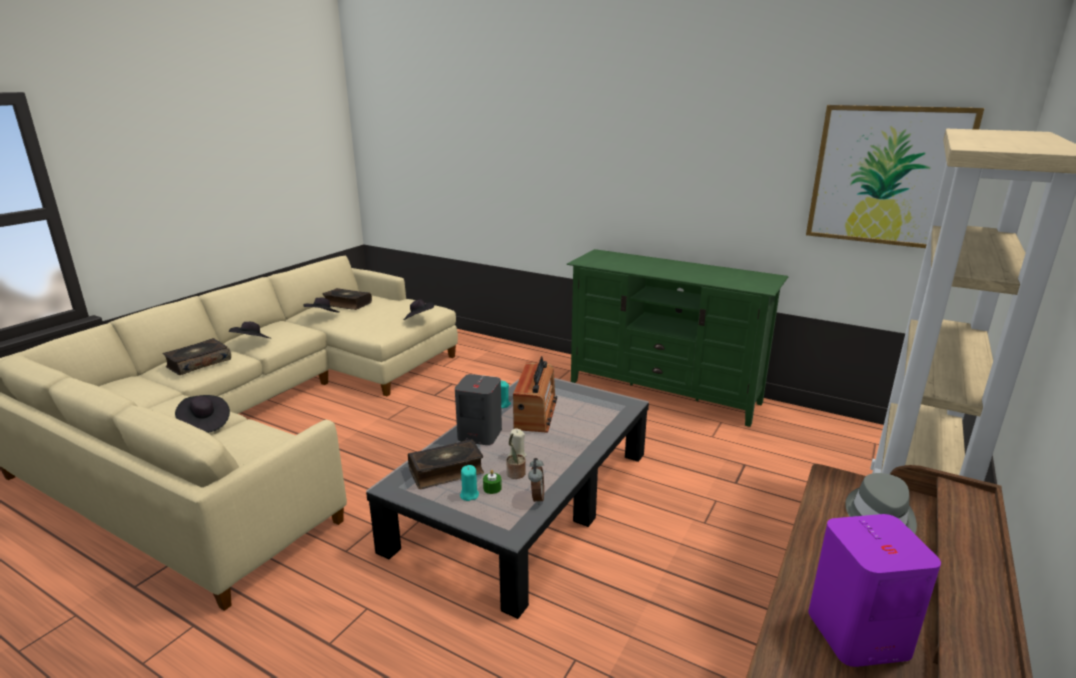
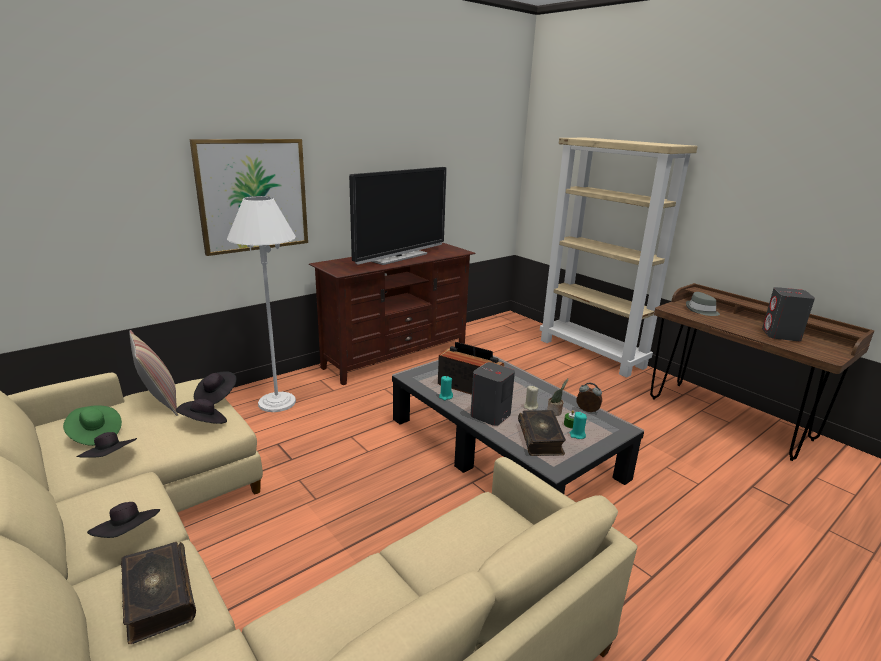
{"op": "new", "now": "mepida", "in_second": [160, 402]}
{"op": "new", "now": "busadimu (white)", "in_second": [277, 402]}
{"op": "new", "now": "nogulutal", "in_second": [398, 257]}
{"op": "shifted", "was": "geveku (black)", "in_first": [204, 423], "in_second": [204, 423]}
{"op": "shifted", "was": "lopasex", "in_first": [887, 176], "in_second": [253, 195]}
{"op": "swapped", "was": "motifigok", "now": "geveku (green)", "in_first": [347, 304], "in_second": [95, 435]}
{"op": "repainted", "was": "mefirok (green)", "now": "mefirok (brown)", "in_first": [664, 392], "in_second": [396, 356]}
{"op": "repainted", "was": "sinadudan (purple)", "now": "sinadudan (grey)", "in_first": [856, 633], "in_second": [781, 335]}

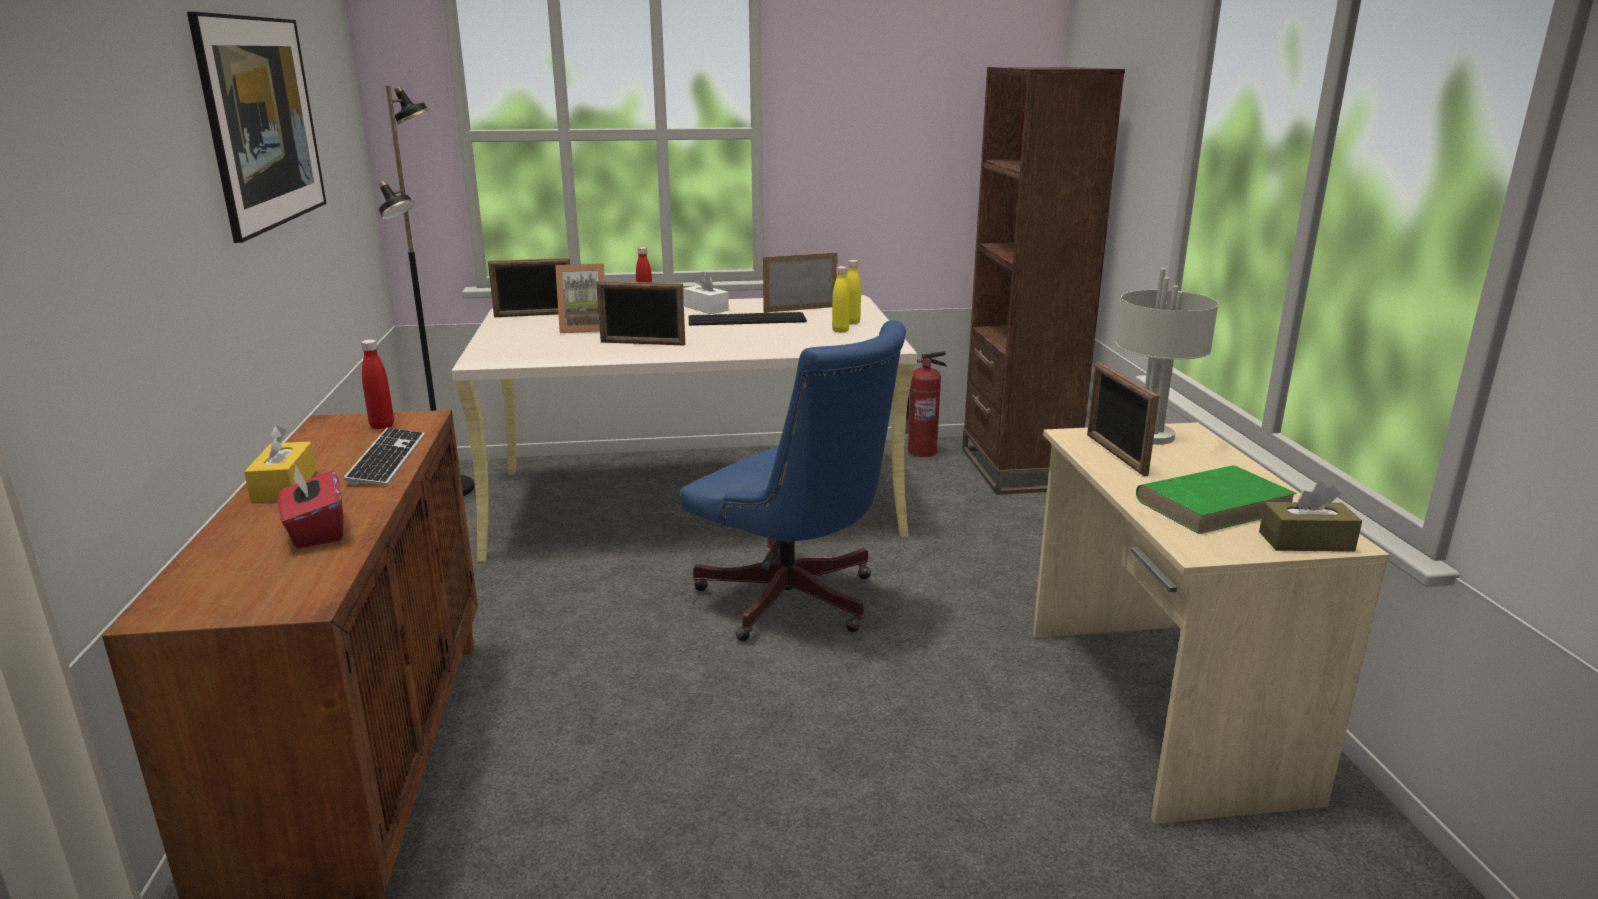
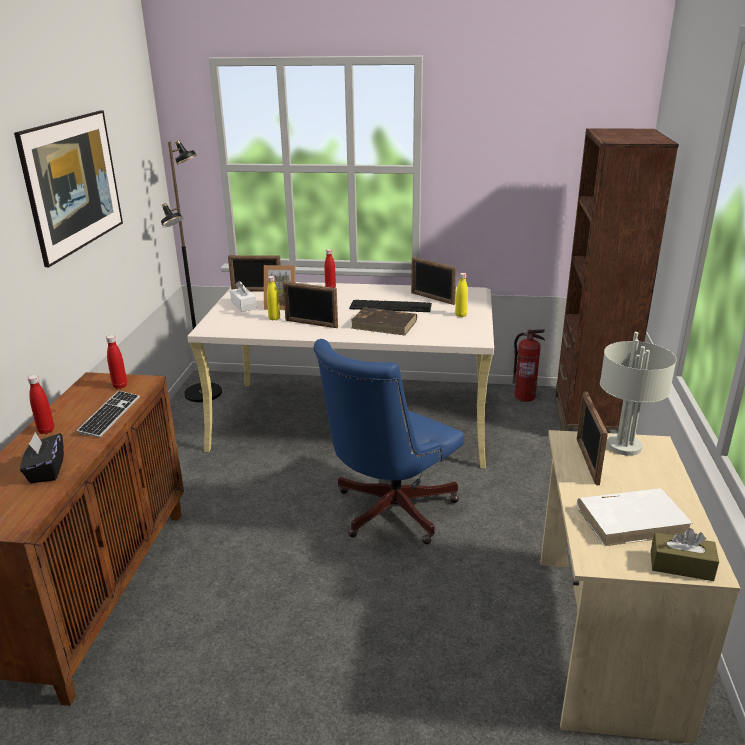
{"op": "new", "now": "motifigok (brown)", "in_second": [385, 324]}
{"op": "shifted", "was": "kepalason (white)", "in_first": [706, 308], "in_second": [243, 305]}
{"op": "shifted", "was": "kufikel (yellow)", "in_first": [840, 331], "in_second": [274, 318]}
{"op": "swapped", "was": "kepalason (yellow)", "now": "kufikel (red)", "in_first": [284, 486], "in_second": [46, 430]}
{"op": "repainted", "was": "kepalason (red)", "now": "kepalason (black)", "in_first": [316, 532], "in_second": [46, 471]}
{"op": "repainted", "was": "motifigok (green)", "now": "motifigok (white)", "in_first": [1214, 505], "in_second": [632, 520]}
{"op": "rotated", "was": "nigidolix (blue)", "in_first": [796, 603], "in_second": [388, 512], "clockwise": 75}
{"op": "rotated", "was": "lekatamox", "in_first": [800, 309], "in_second": [432, 298], "clockwise": -135}

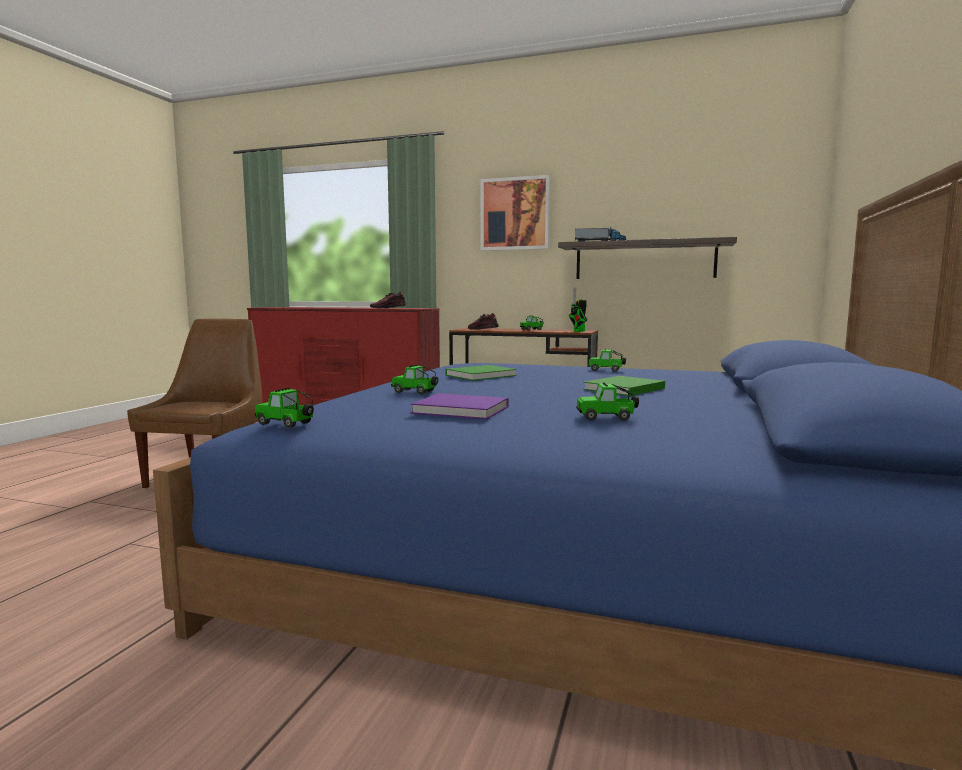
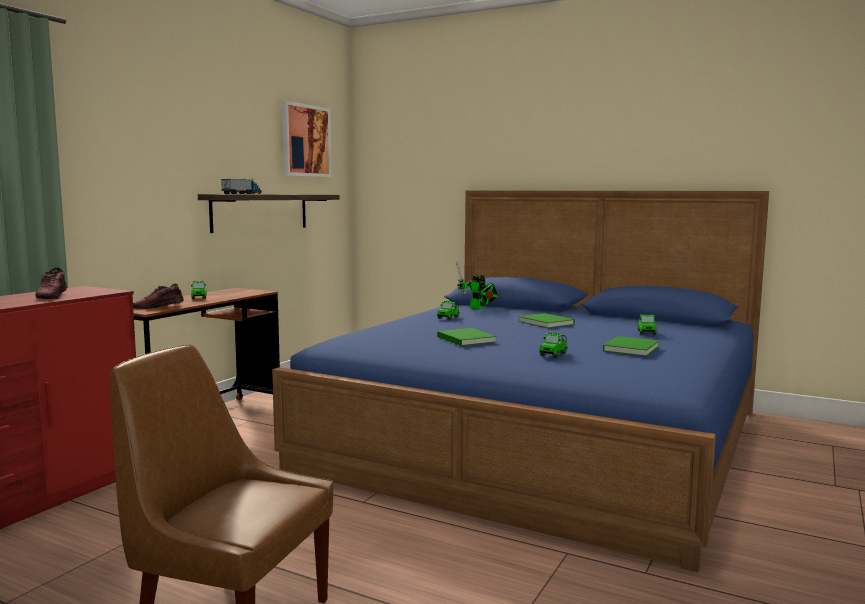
{"op": "gone", "was": "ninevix", "in_first": [287, 424]}
{"op": "shifted", "was": "lopasex", "in_first": [515, 214], "in_second": [305, 141]}
{"op": "shifted", "was": "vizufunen", "in_first": [578, 331], "in_second": [478, 308]}
{"op": "repainted", "was": "motifigok (purple)", "now": "motifigok (green)", "in_first": [463, 410], "in_second": [631, 348]}

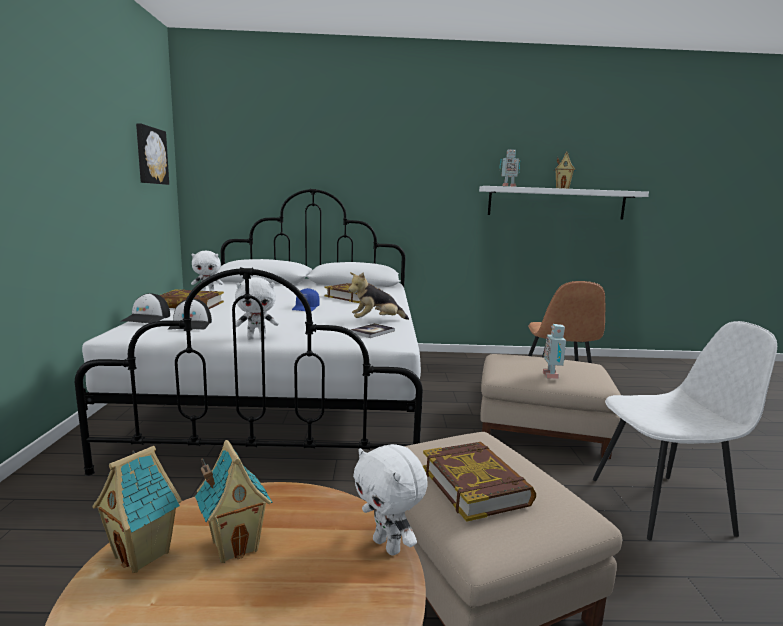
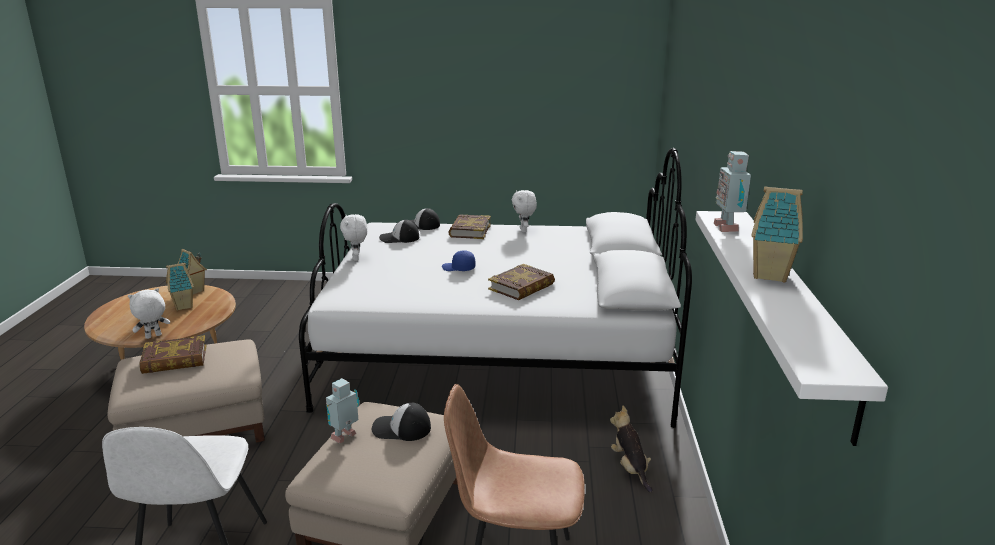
{"op": "gone", "was": "lopasex", "in_first": [150, 155]}
{"op": "gone", "was": "motifigok", "in_first": [372, 332]}
{"op": "new", "now": "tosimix", "in_second": [401, 428]}
{"op": "shifted", "was": "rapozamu", "in_first": [376, 321], "in_second": [630, 468]}
{"op": "rotated", "was": "vizufunen", "in_first": [552, 375], "in_second": [345, 437], "clockwise": -60}

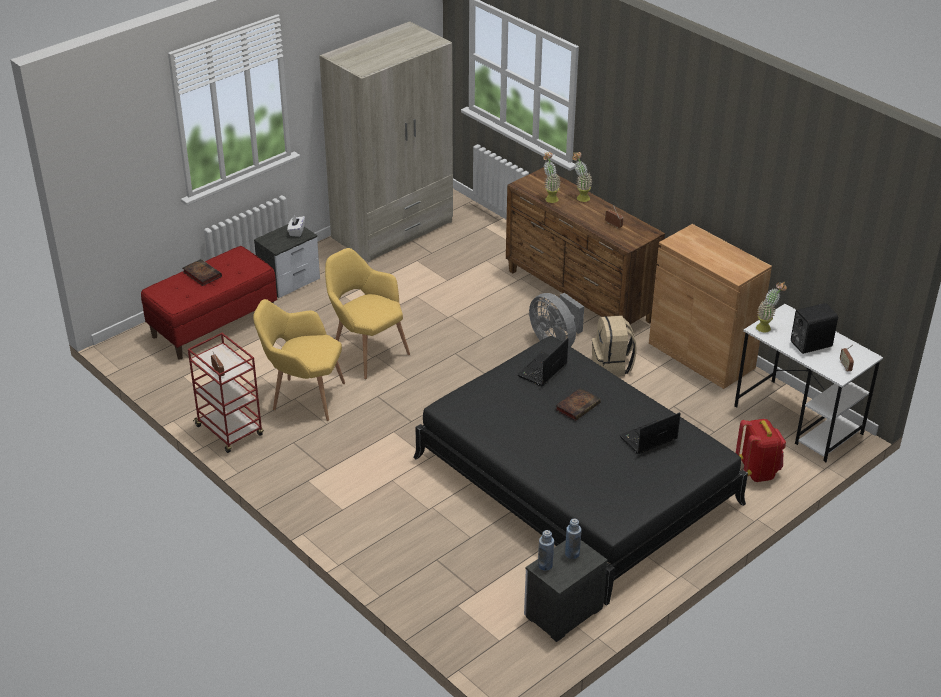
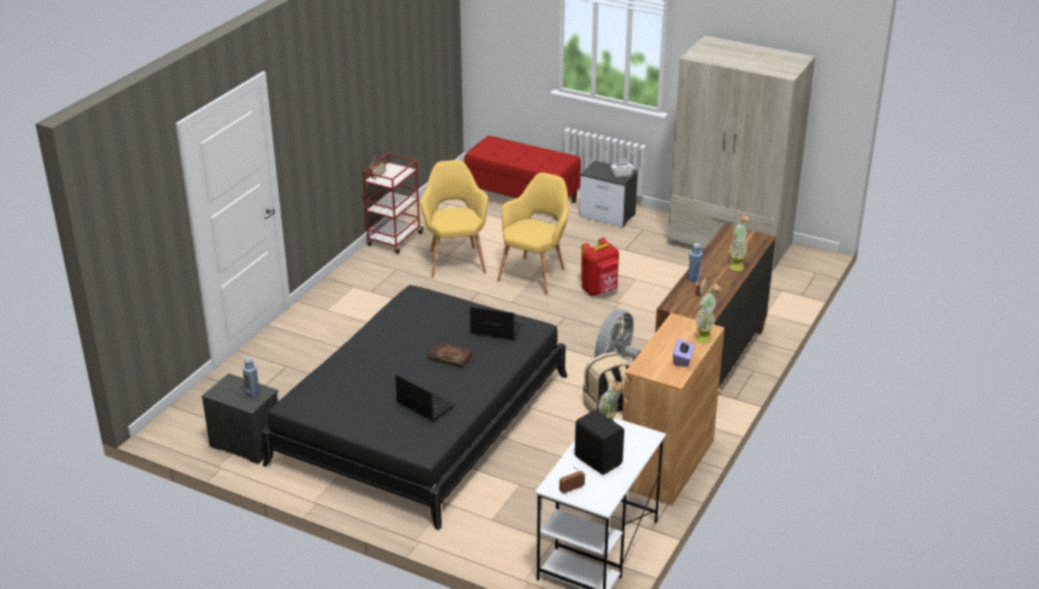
{"op": "gone", "was": "motifigok", "in_first": [201, 274]}
{"op": "new", "now": "kepalason (purple)", "in_second": [683, 360]}
{"op": "shifted", "was": "kufikel (blue)", "in_first": [545, 565], "in_second": [693, 278]}
{"op": "shifted", "was": "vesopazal", "in_first": [549, 198], "in_second": [705, 337]}
{"op": "shifted", "was": "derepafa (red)", "in_first": [757, 471], "in_second": [600, 290]}

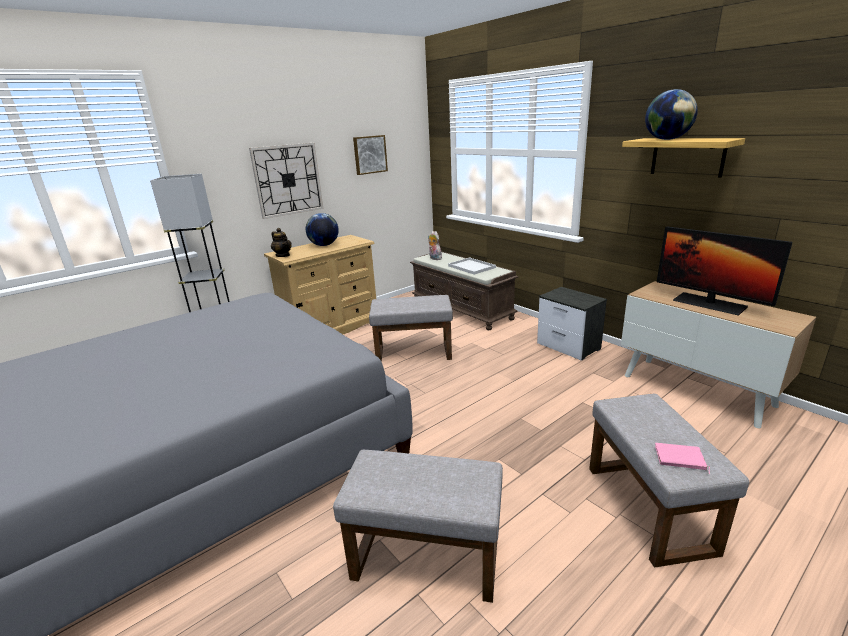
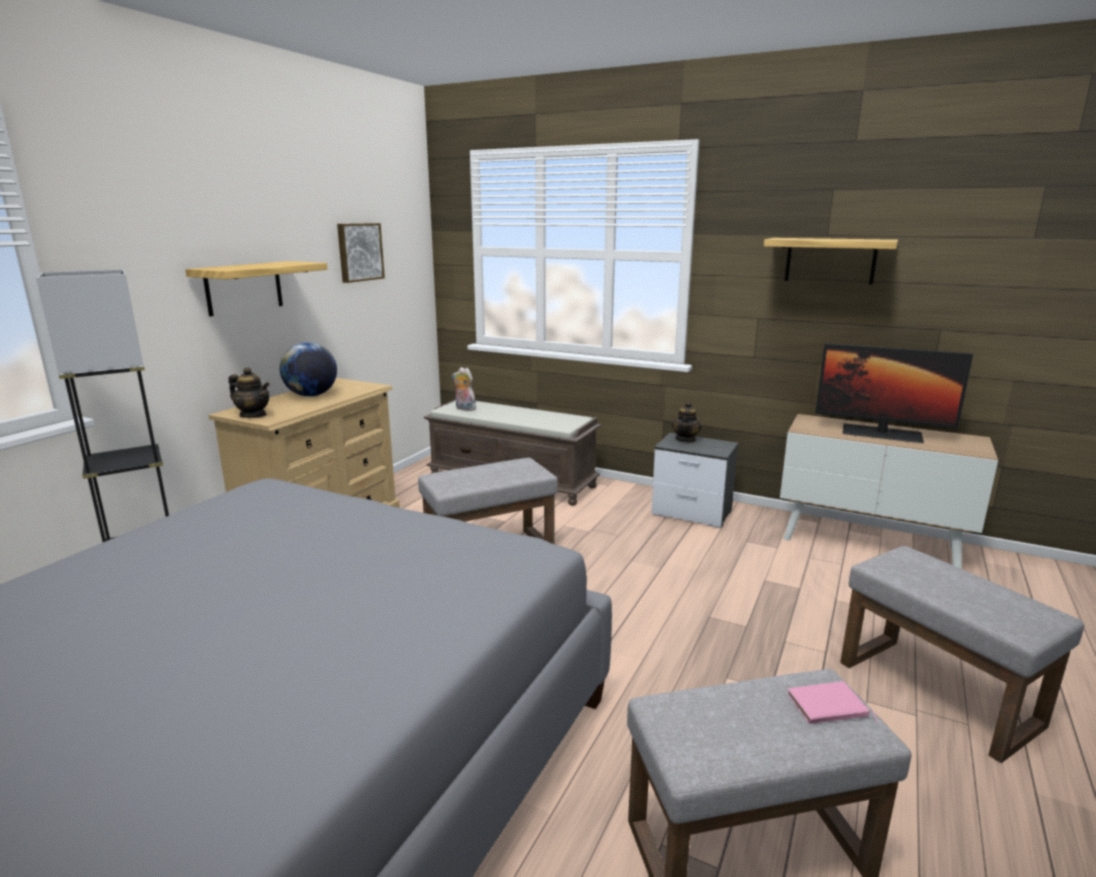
{"op": "gone", "was": "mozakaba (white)", "in_first": [470, 267]}
{"op": "gone", "was": "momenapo", "in_first": [667, 139]}
{"op": "new", "now": "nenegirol", "in_second": [686, 439]}
{"op": "shifted", "was": "motifigok (pink)", "in_first": [679, 459], "in_second": [828, 708]}
{"op": "swapped", "was": "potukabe", "now": "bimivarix", "in_first": [288, 180], "in_second": [244, 288]}

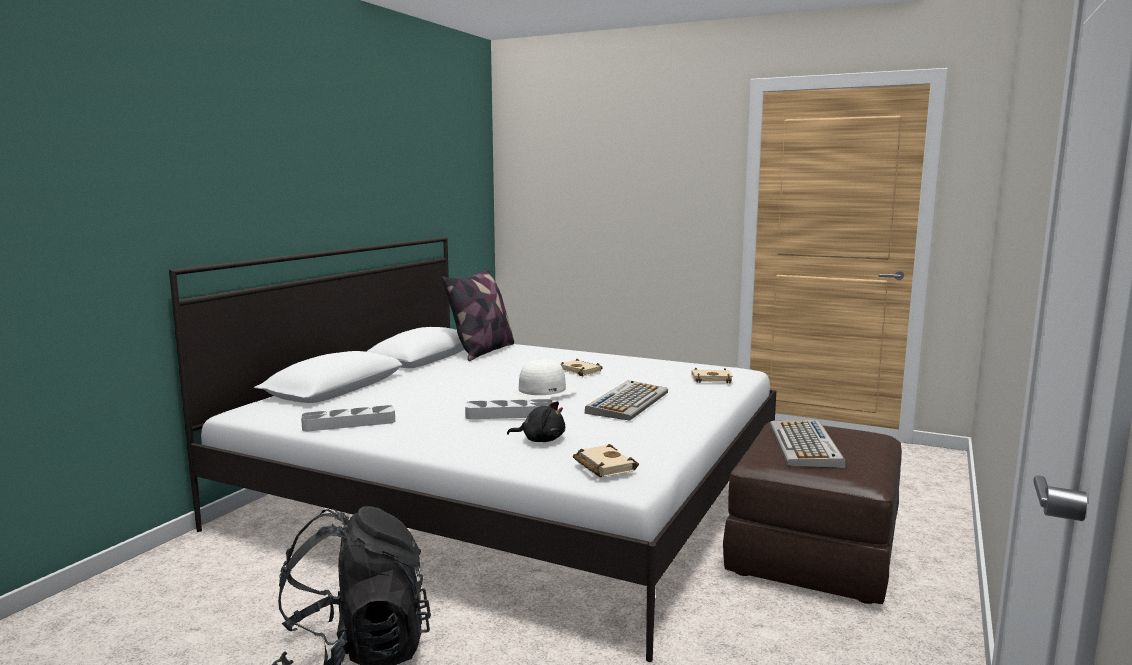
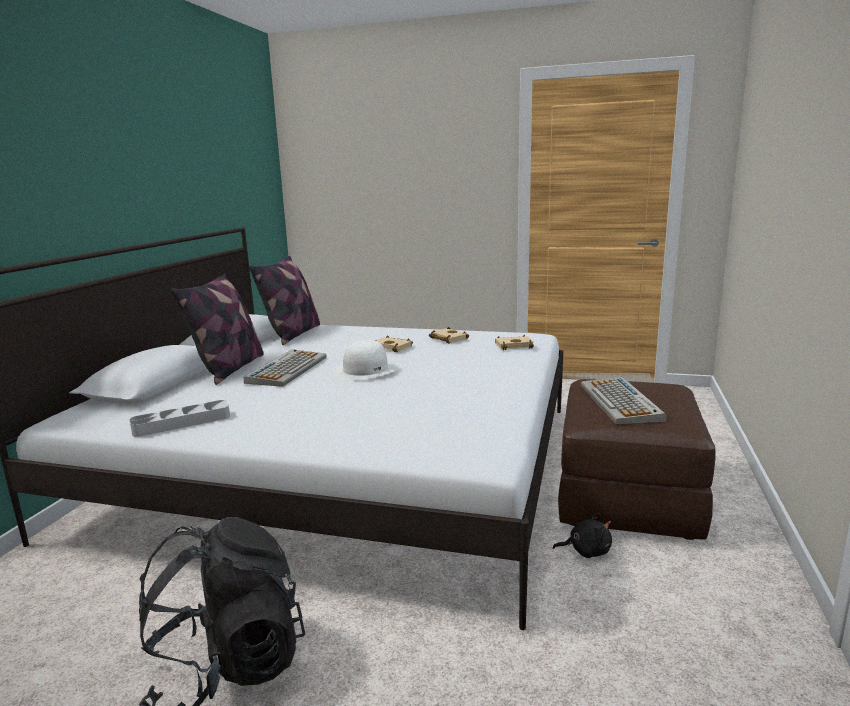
{"op": "gone", "was": "mozakaba (grey)", "in_first": [509, 414]}
{"op": "new", "now": "mepida", "in_second": [229, 368]}
{"op": "shifted", "was": "rapozamu (black)", "in_first": [540, 440], "in_second": [586, 551]}
{"op": "shifted", "was": "motifigok (beige)", "in_first": [602, 466], "in_second": [447, 339]}
{"op": "shifted", "was": "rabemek", "in_first": [627, 402], "in_second": [287, 369]}

